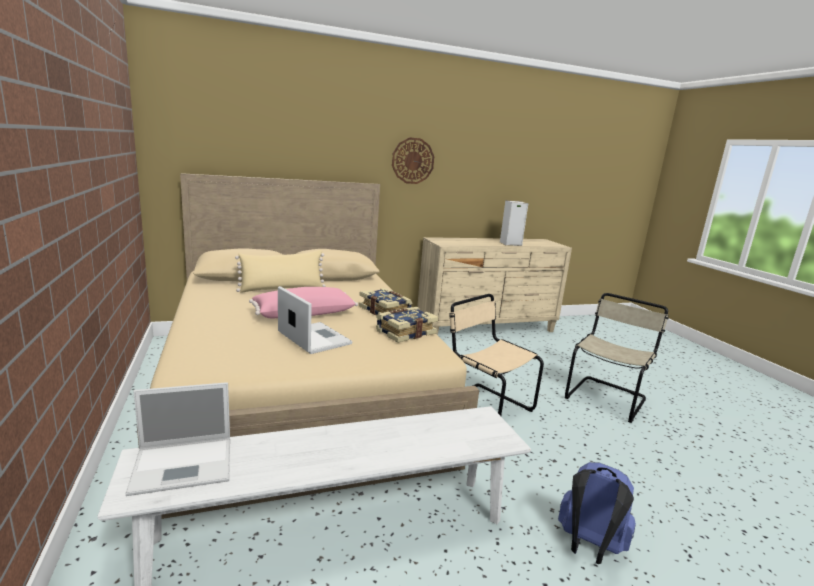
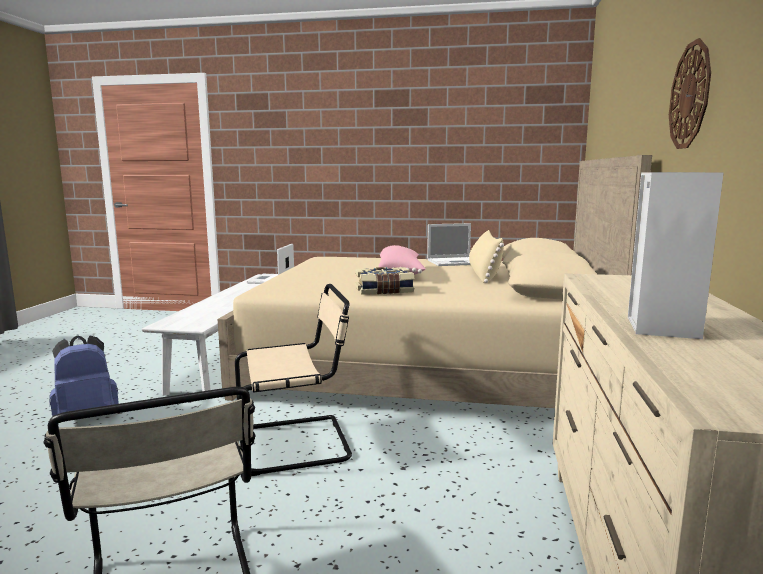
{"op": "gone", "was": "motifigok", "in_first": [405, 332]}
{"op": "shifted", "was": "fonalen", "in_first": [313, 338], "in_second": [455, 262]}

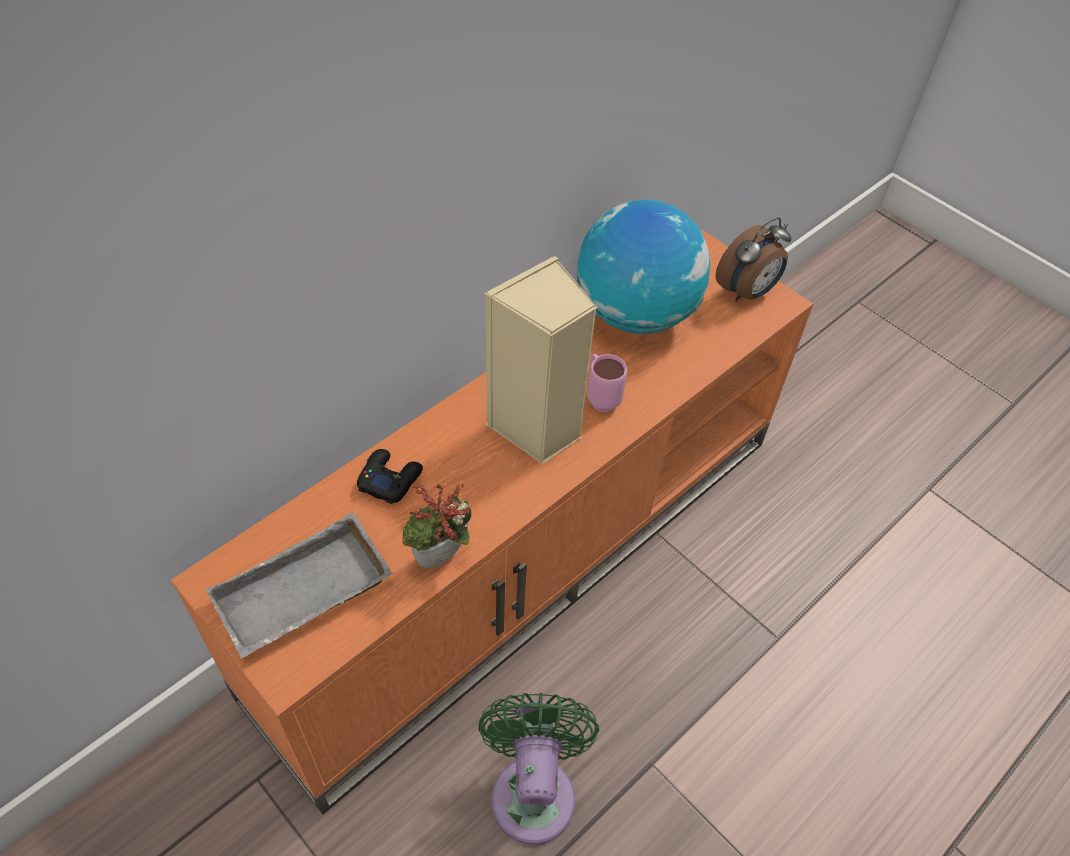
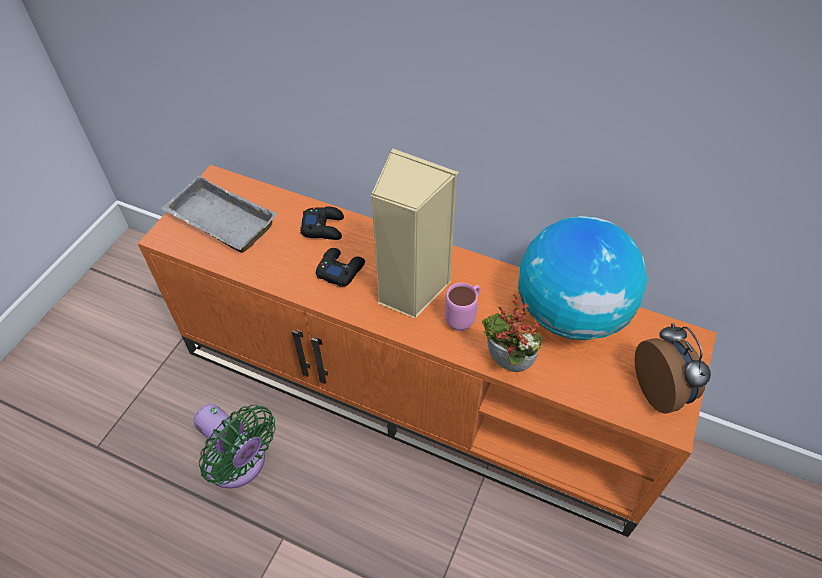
{"op": "new", "now": "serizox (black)", "in_second": [340, 270]}
{"op": "shifted", "was": "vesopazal", "in_first": [441, 562], "in_second": [504, 367]}
{"op": "rotated", "was": "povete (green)", "in_first": [534, 789], "in_second": [239, 464], "clockwise": 60}
{"op": "rotated", "was": "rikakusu", "in_first": [747, 292], "in_second": [661, 391], "clockwise": -135}

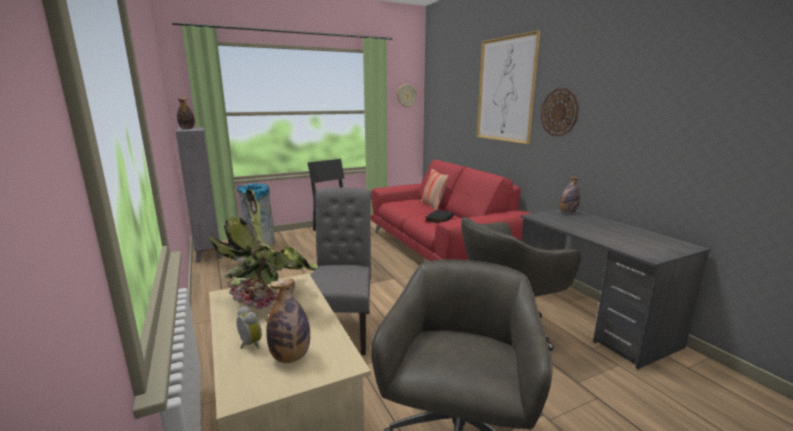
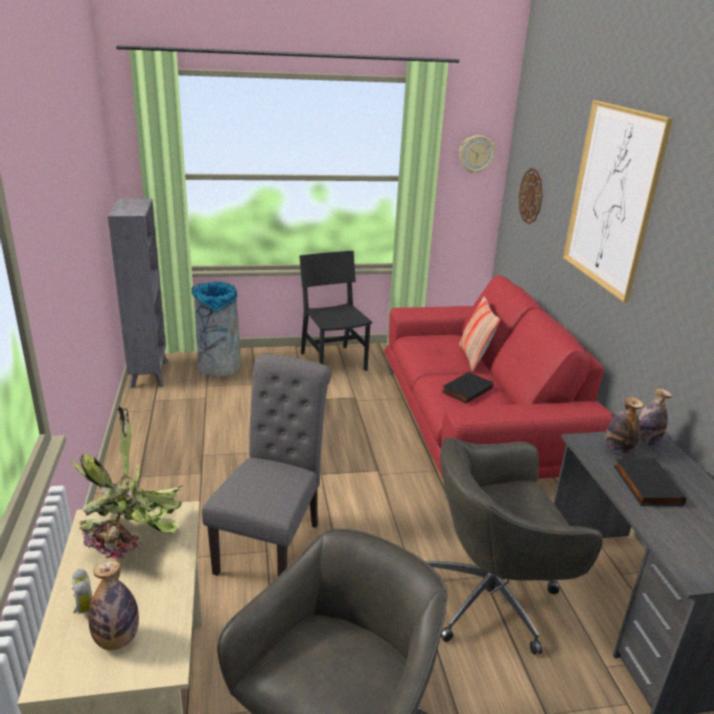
{"op": "new", "now": "motifigok (black)", "in_second": [645, 485]}
{"op": "shifted", "was": "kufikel", "in_first": [187, 129], "in_second": [617, 450]}
{"op": "shifted", "was": "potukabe", "in_first": [559, 112], "in_second": [531, 196]}

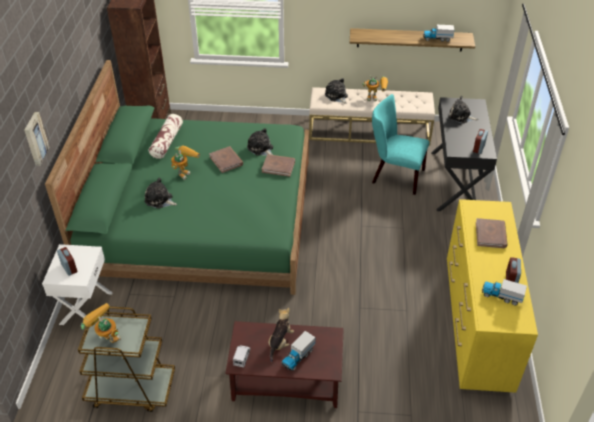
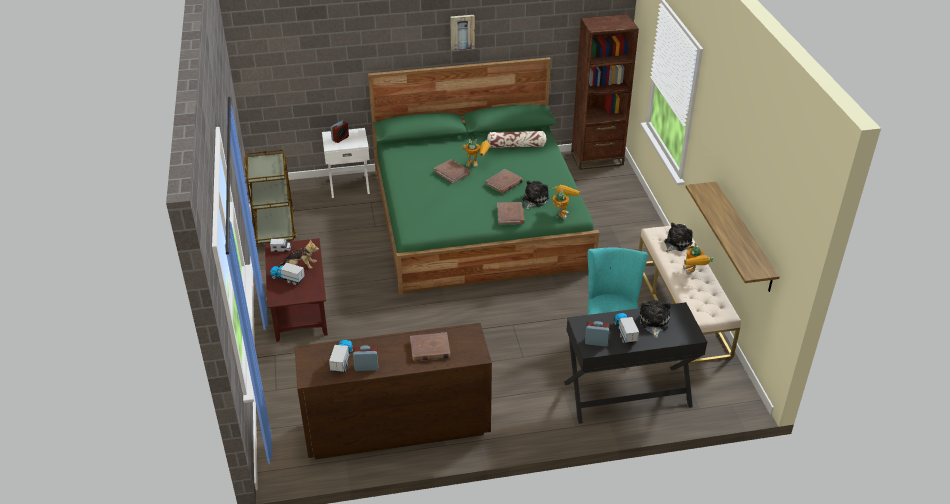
{"op": "gone", "was": "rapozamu", "in_first": [160, 200]}
{"op": "new", "now": "motifigok (brown)", "in_second": [452, 172]}
{"op": "shifted", "was": "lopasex", "in_first": [35, 139], "in_second": [462, 32]}
{"op": "shifted", "was": "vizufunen", "in_first": [105, 338], "in_second": [562, 212]}
{"op": "shifted", "was": "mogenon", "in_first": [437, 39], "in_second": [625, 333]}
{"op": "repainted", "was": "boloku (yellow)", "now": "boloku (brown)", "in_first": [476, 325], "in_second": [396, 428]}

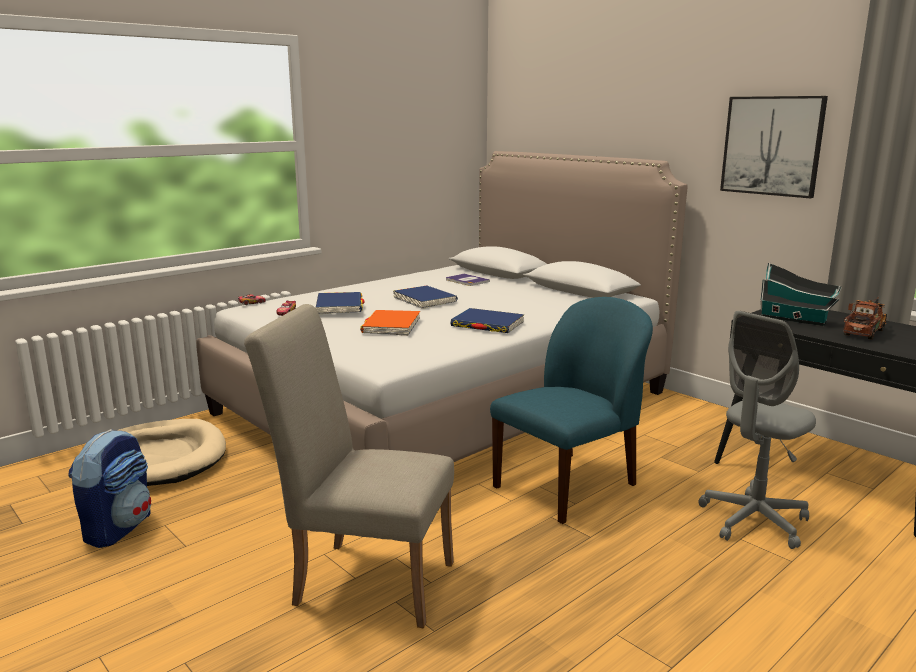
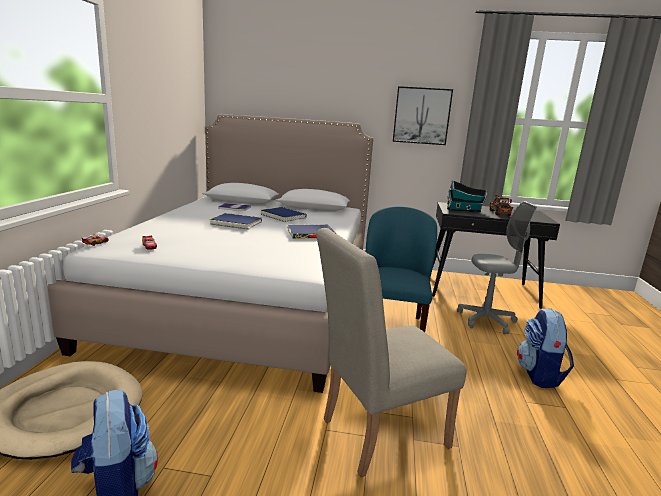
{"op": "gone", "was": "motifigok (orange)", "in_first": [391, 326]}
{"op": "new", "now": "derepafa", "in_second": [539, 375]}
{"op": "shifted", "was": "motifigok (blue)", "in_first": [339, 306], "in_second": [283, 216]}
{"op": "rotated", "was": "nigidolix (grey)", "in_first": [753, 521], "in_second": [486, 320], "clockwise": -105}

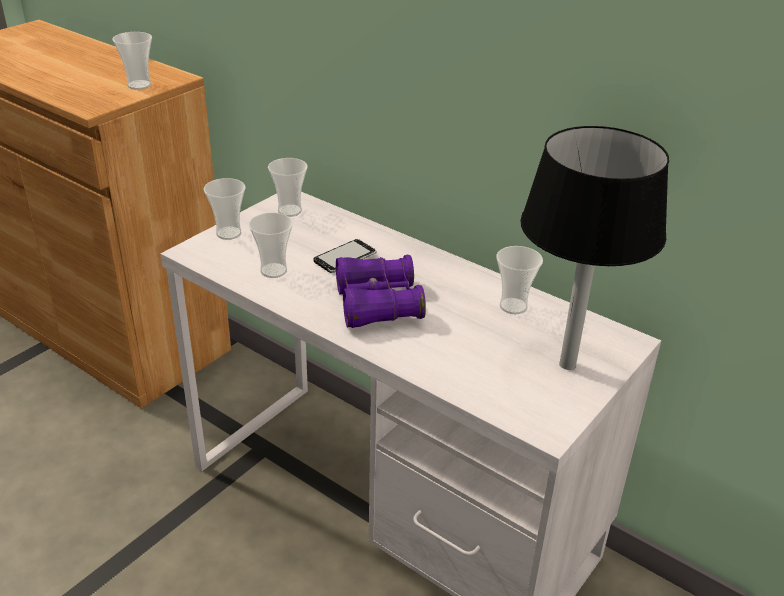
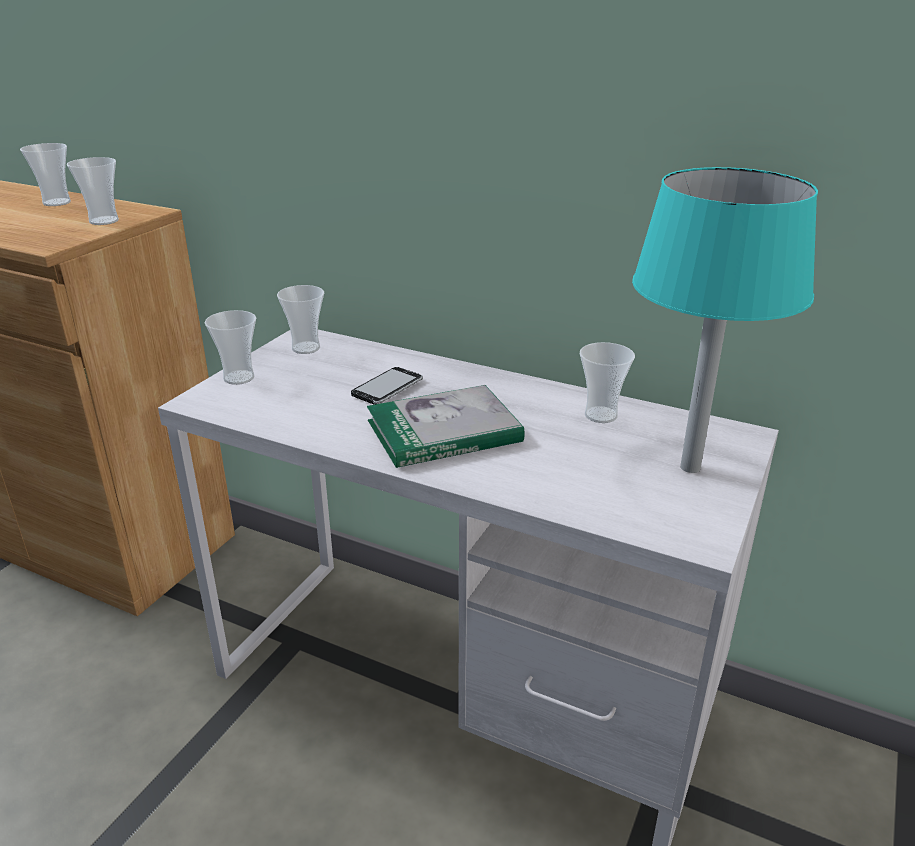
{"op": "shifted", "was": "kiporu", "in_first": [273, 271], "in_second": [57, 202]}
{"op": "swapped", "was": "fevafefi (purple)", "now": "motifigok", "in_first": [378, 304], "in_second": [444, 431]}
{"op": "repainted", "was": "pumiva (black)", "now": "pumiva (turquoise)", "in_first": [567, 365], "in_second": [690, 468]}

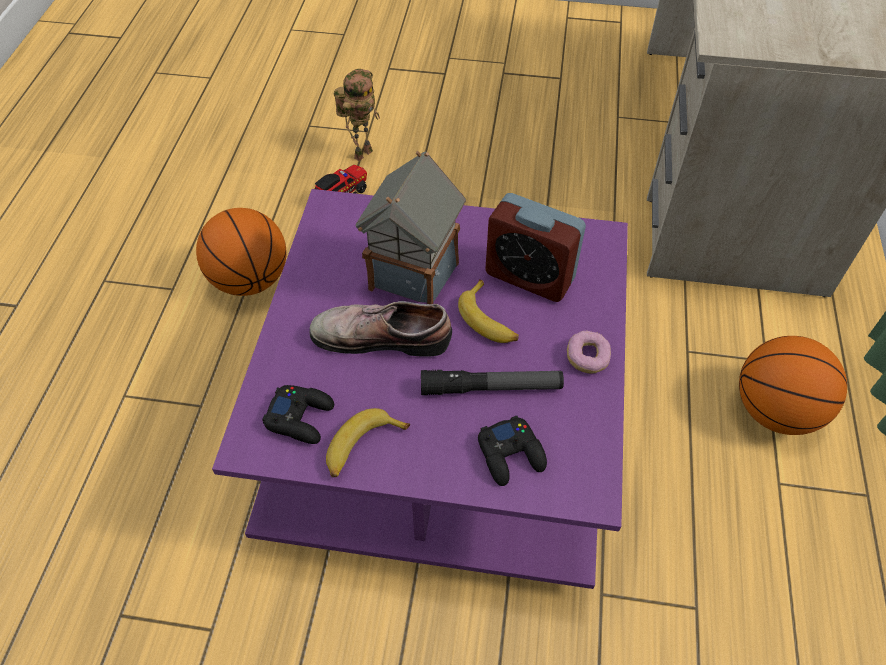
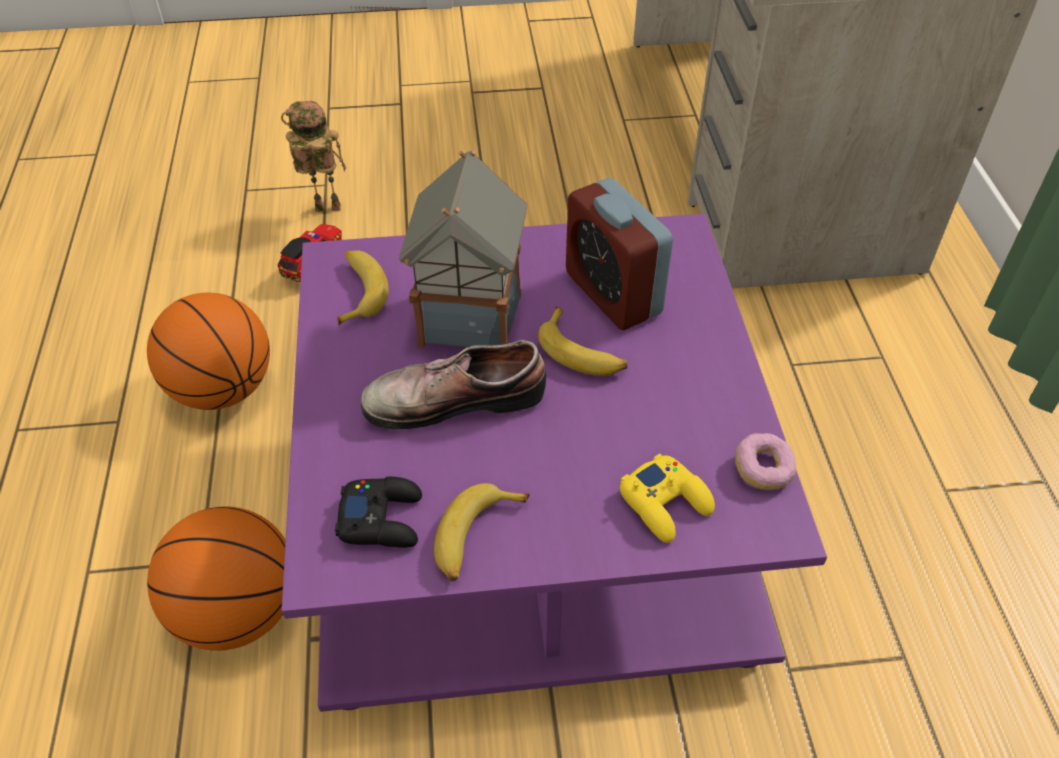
{"op": "gone", "was": "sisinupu", "in_first": [491, 388]}
{"op": "new", "now": "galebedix", "in_second": [358, 291]}
{"op": "shifted", "was": "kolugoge", "in_first": [587, 358], "in_second": [762, 470]}
{"op": "shifted", "was": "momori", "in_first": [775, 410], "in_second": [238, 611]}
{"op": "repainted", "was": "serizox (black)", "now": "serizox (yellow)", "in_first": [511, 455], "in_second": [666, 503]}
{"op": "rotated", "was": "vizufunen", "in_first": [362, 152], "in_second": [325, 210], "clockwise": -120}
{"op": "rotated", "was": "rikakusu", "in_first": [529, 276], "in_second": [612, 293], "clockwise": 45}

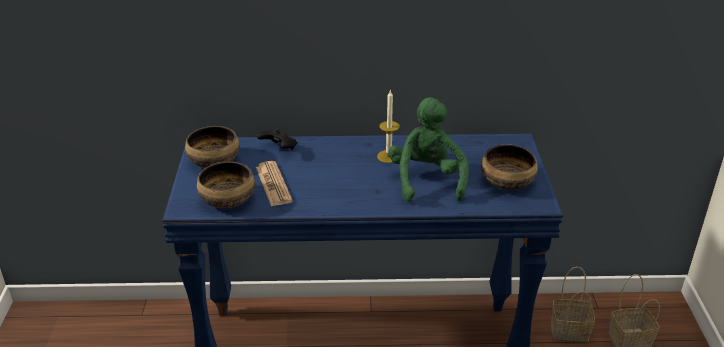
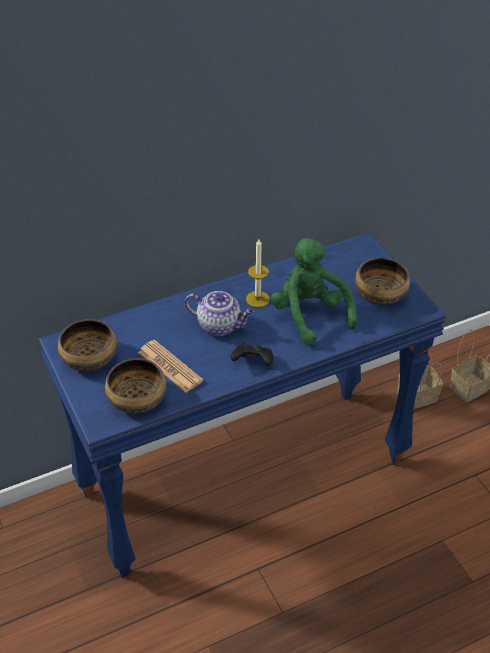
{"op": "new", "now": "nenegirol", "in_second": [220, 326]}
{"op": "shifted", "was": "serizox (black)", "in_first": [279, 149], "in_second": [252, 363]}

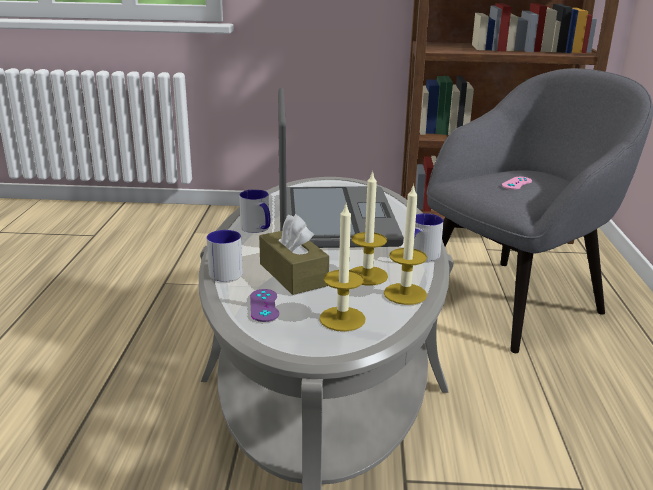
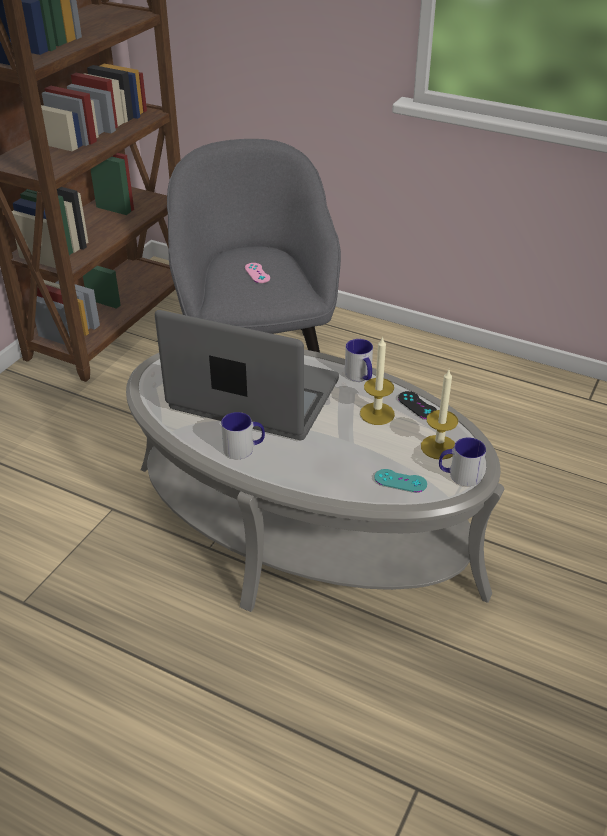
{"op": "gone", "was": "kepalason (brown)", "in_first": [293, 274]}
{"op": "shifted", "was": "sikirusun", "in_first": [224, 271], "in_second": [459, 475]}
{"op": "swapped", "was": "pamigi", "now": "serizox (black)", "in_first": [405, 294], "in_second": [417, 405]}
{"op": "repainted", "was": "serizox (purple)", "now": "serizox (turquoise)", "in_first": [264, 305], "in_second": [400, 481]}

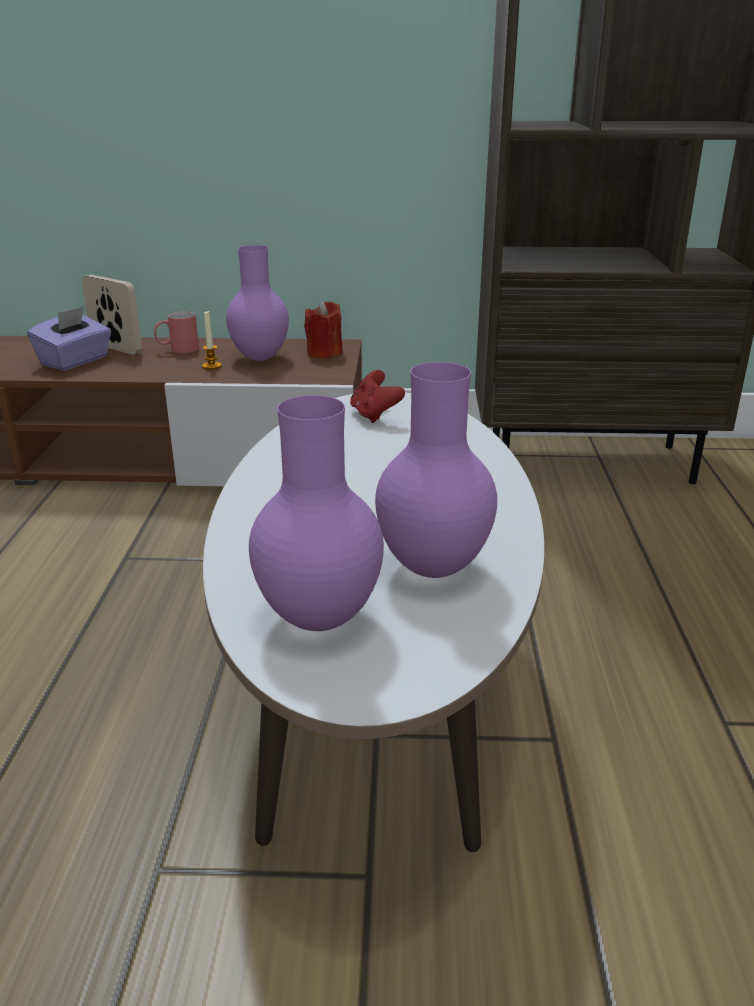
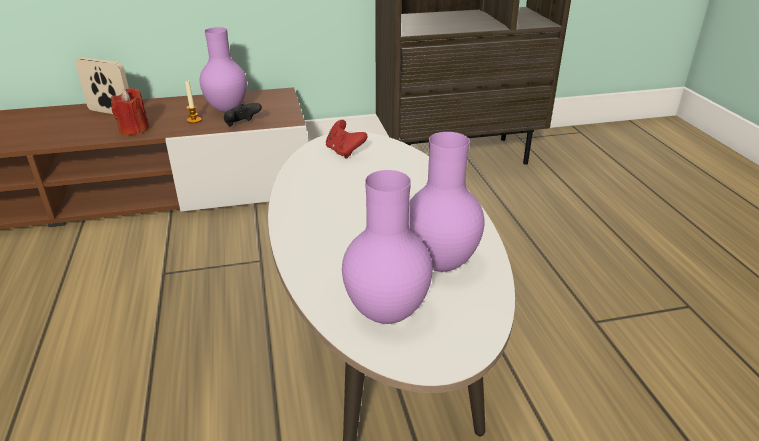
{"op": "gone", "was": "kepalason (purple)", "in_first": [75, 361]}
{"op": "gone", "was": "sikirusun (red)", "in_first": [177, 350]}
{"op": "new", "now": "serizox (black)", "in_second": [242, 125]}
{"op": "shifted", "was": "pamigi (red)", "in_first": [324, 353], "in_second": [134, 129]}

